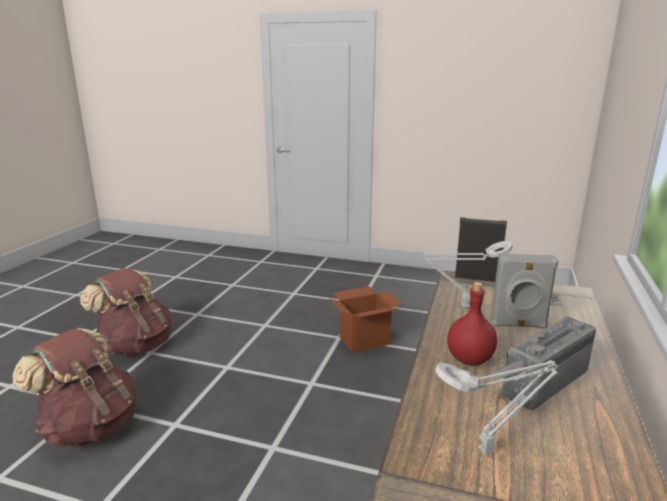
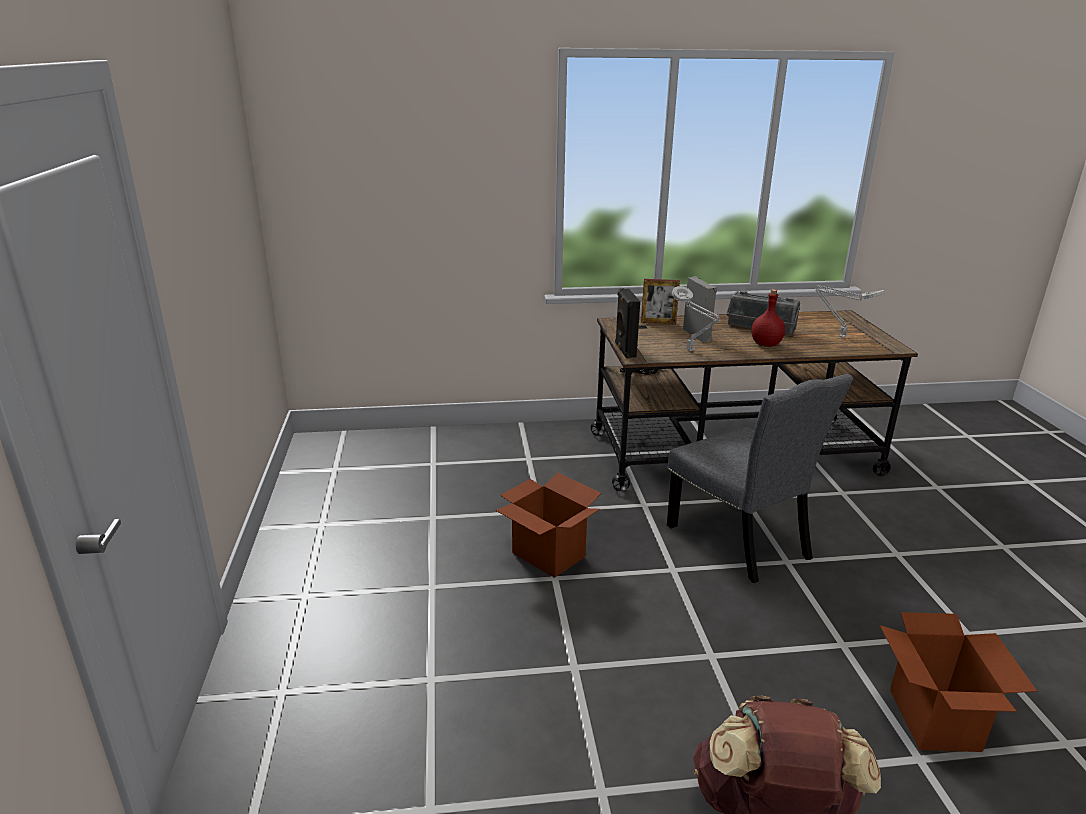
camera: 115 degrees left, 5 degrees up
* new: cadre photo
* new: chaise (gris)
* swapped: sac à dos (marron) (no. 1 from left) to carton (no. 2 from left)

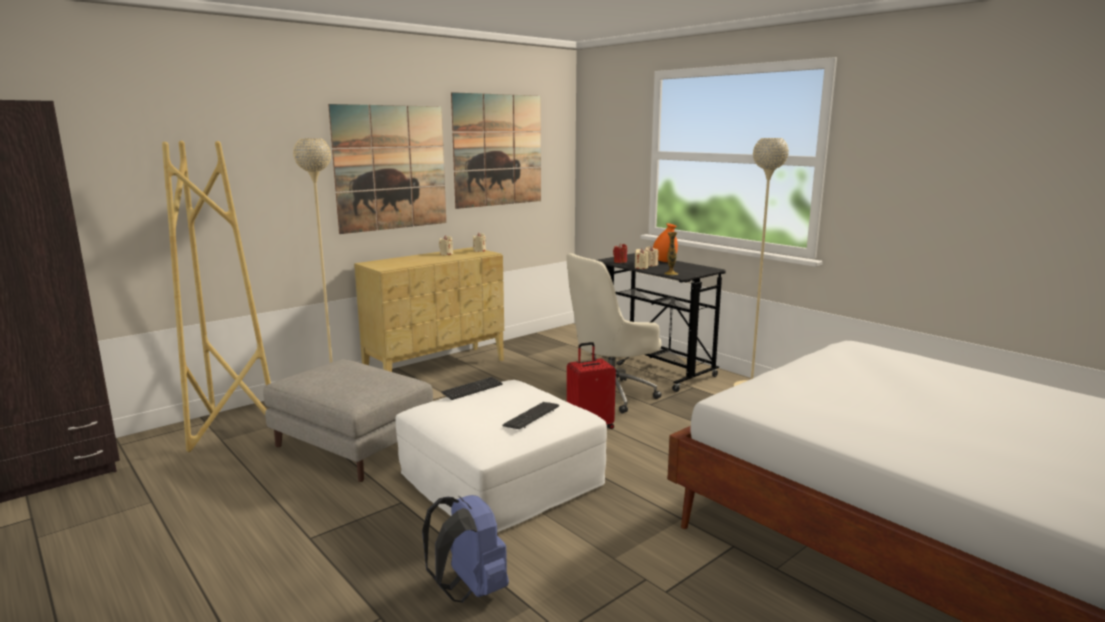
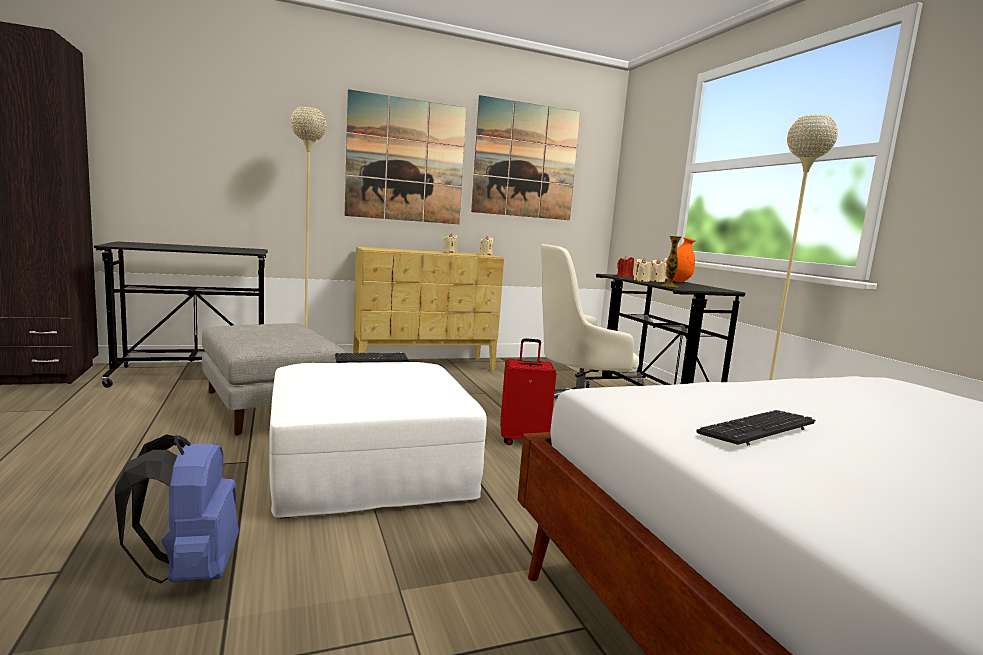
camera: 20 degrees right, 5 degrees down
* shifted: clavier (no. 2 from left)
* swapped: portant (jaune) to bureau (noir) (no. 1 from left)

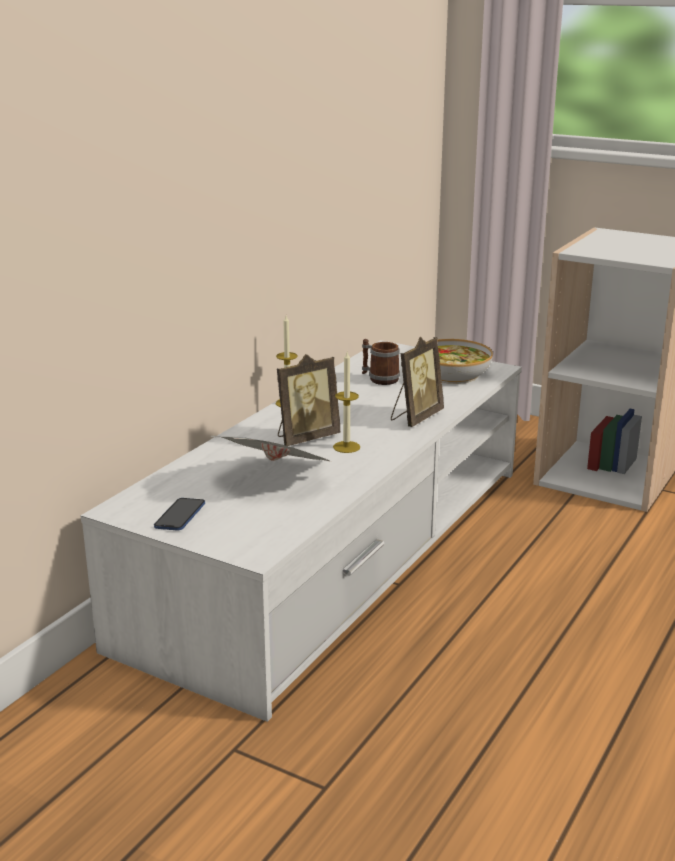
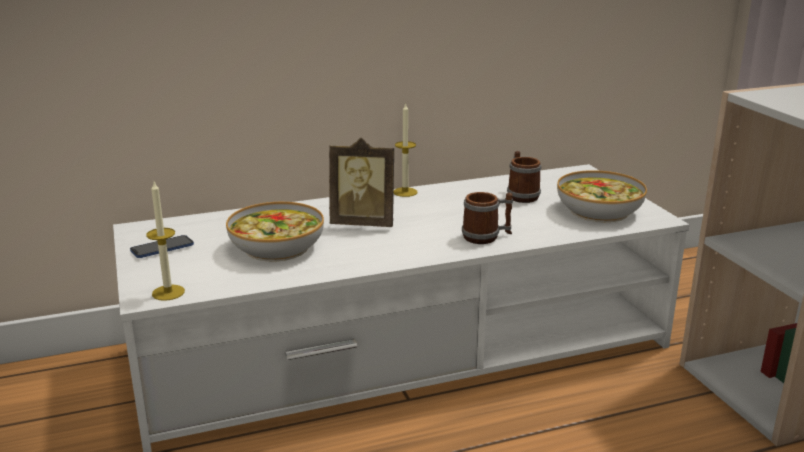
camera: 40 degrees right, 0 degrees up
* shifted: bougie (no. 2 from left in the first image) to bougie (no. 1 from left)
* swapped: journal to bol (no. 1 from left)
* swapped: cadre photo (no. 2 from left) to mug (no. 1 from left)

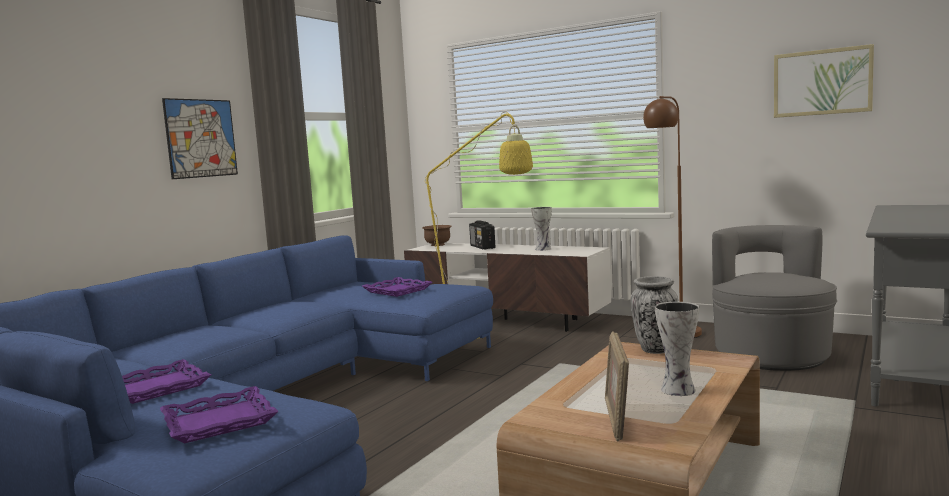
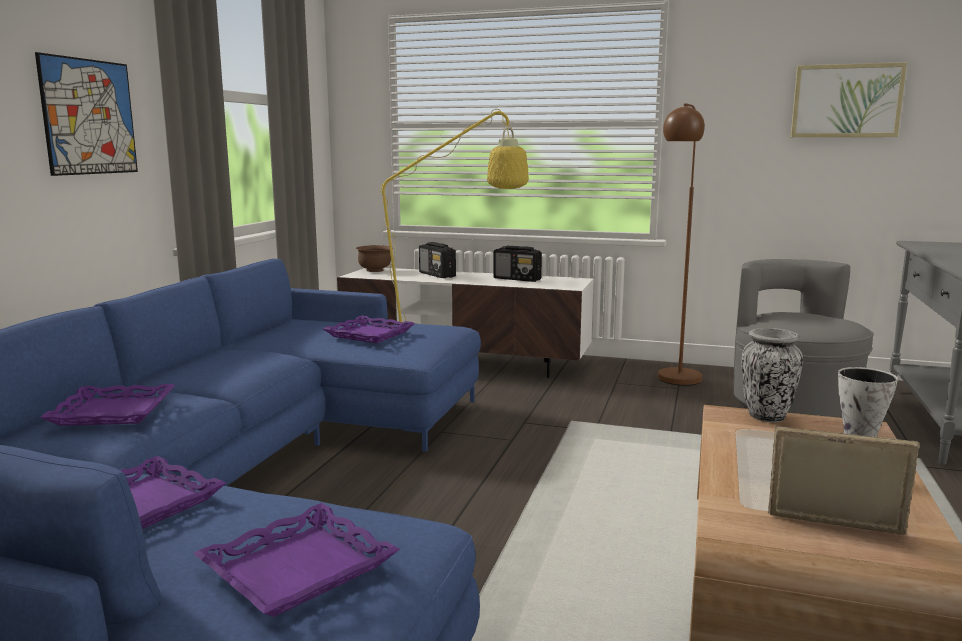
camera: 15 degrees left, 5 degrees up
* new: plateau (violet) (no. 1 from left)
* swapped: vase (no. 1 from left) to radio (no. 2 from left)
* rotated: cadre photo 120 degrees clockwise

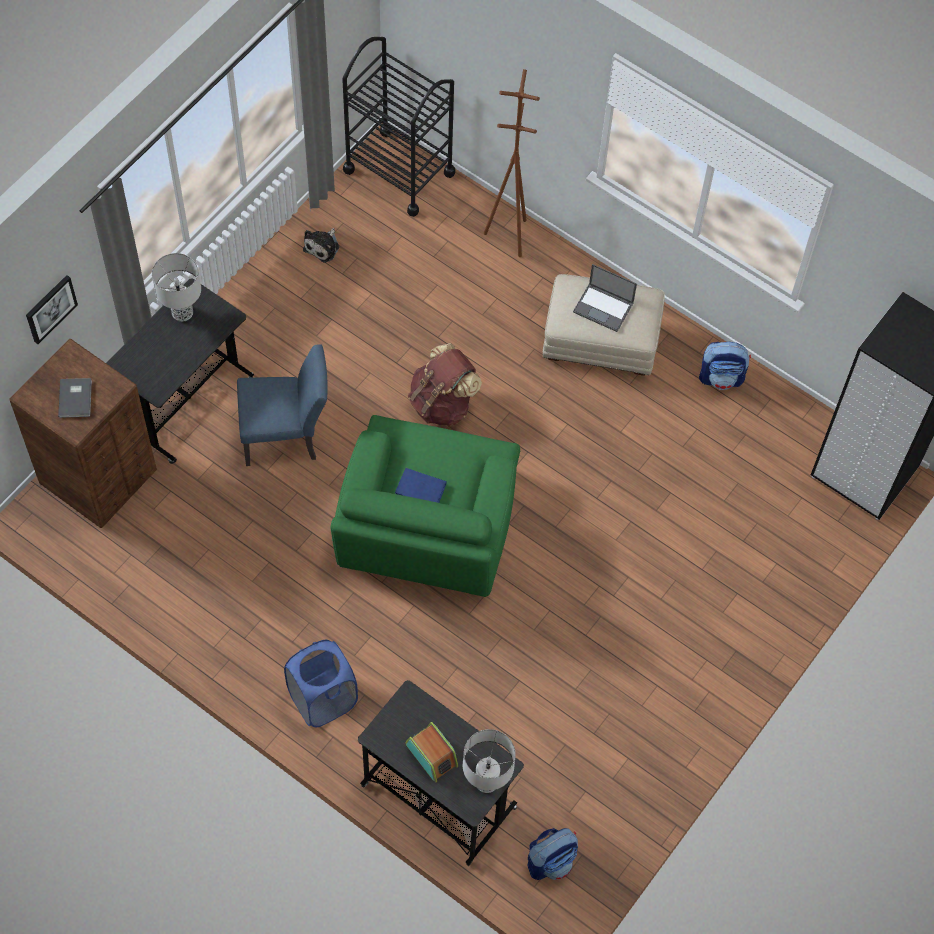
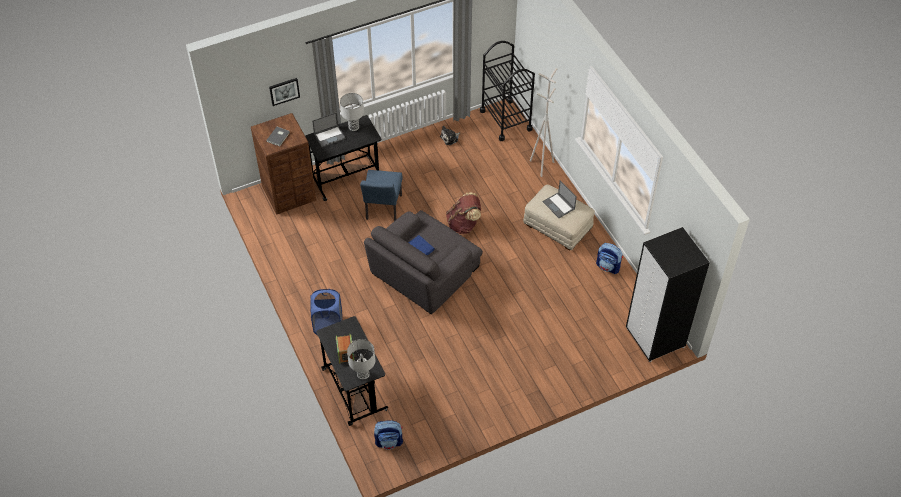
camera: 30 degrees right, 10 degrees down
* new: ordinateur portable (no. 1 from left)
* repainted: fauteuil (vert) to fauteuil (gris)
* repainted: portant (marron) to portant (gris)
* rotated: chaise (bleu) 75 degrees clockwise

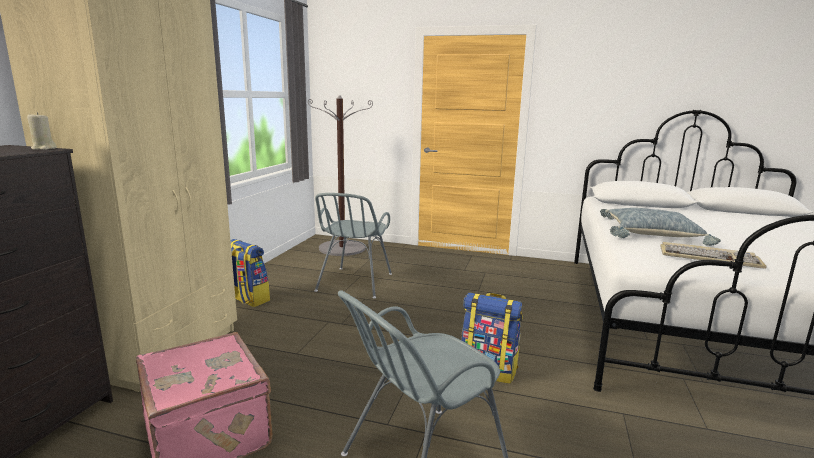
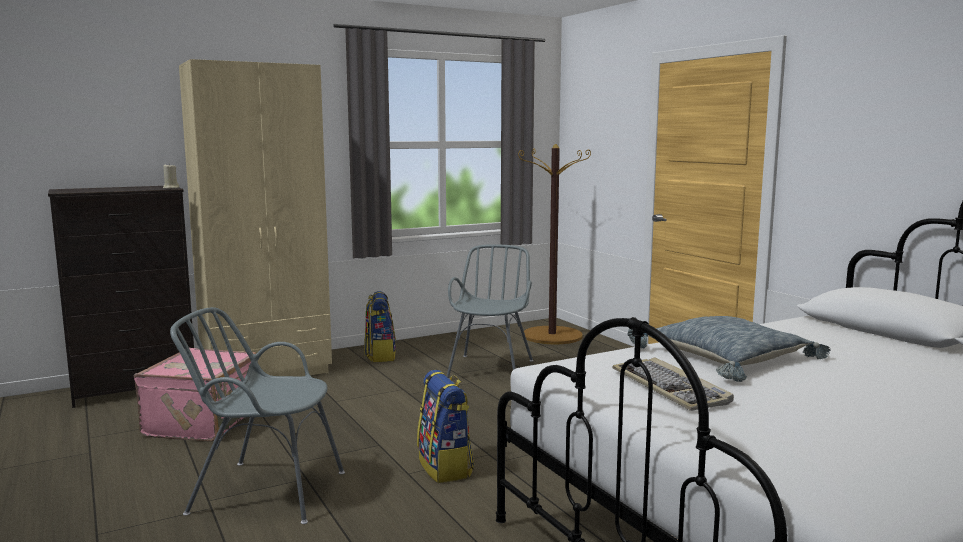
camera: 45 degrees right, 5 degrees down
* repainted: portant (gris) to portant (marron)
* rotated: chaise (gris) (no. 1 from left in the first image) 135 degrees clockwise

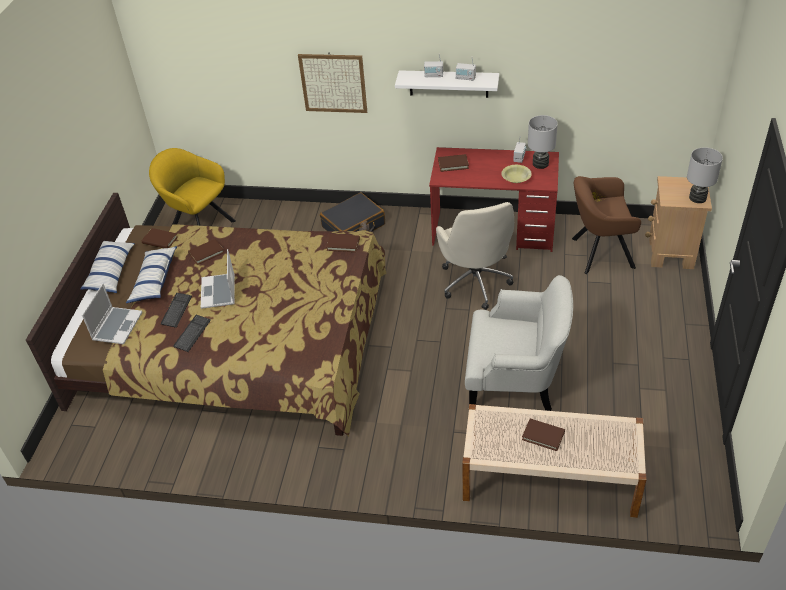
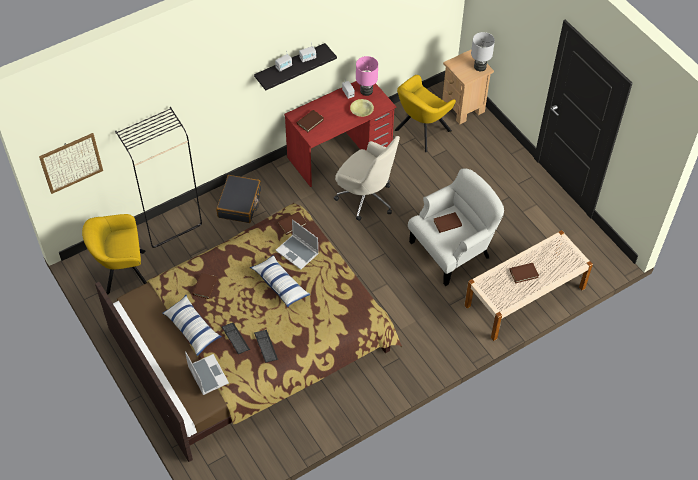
camera: 45 degrees left, 10 degrees up
* new: portant (noir)
* shifted: coussin (no. 1 from left in the first image) to coussin (no. 2 from left)
* shifted: livre (marron) (no. 1 from left in the first image) to livre (marron) (no. 4 from left)
* shifted: ordinateur portable (no. 2 from left)
* shifted: tableau
* repainted: étagère (blanc) to étagère (noir)
* repainted: lampe de table (gris) (no. 1 from left) to lampe de table (rose)
* repainted: fauteuil (marron) to fauteuil (jaune) (no. 2 from left)

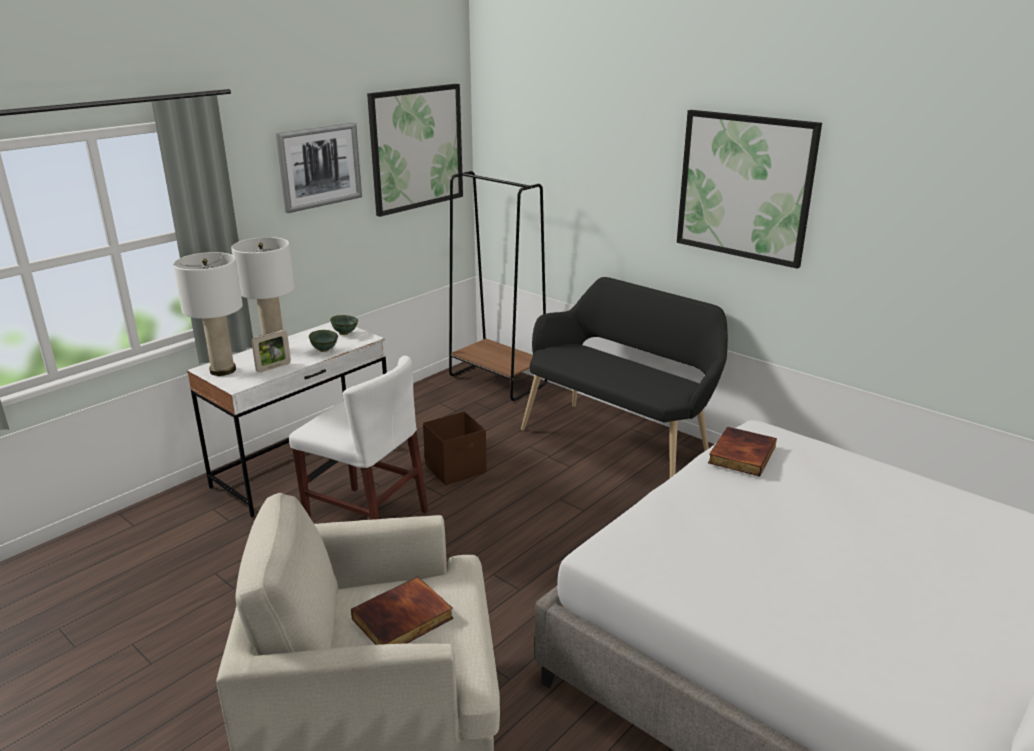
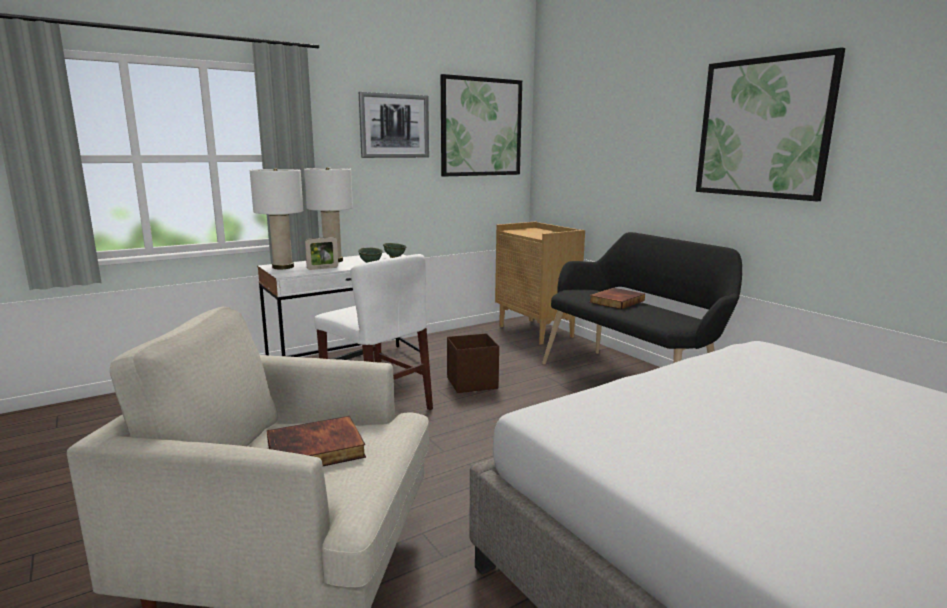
camera: 15 degrees right, 10 degrees down
* shifted: livre (no. 2 from left)
* swapped: portant to meuble de rangement (marron)

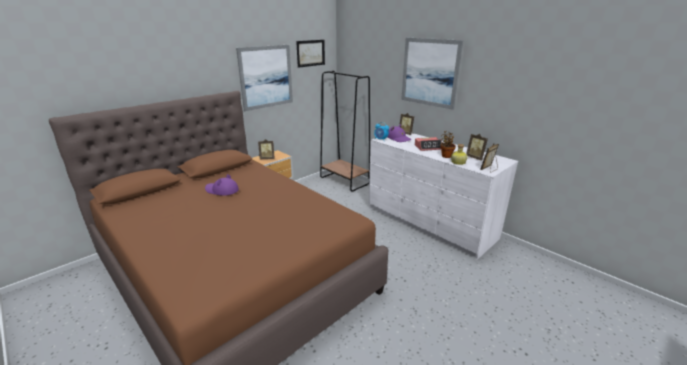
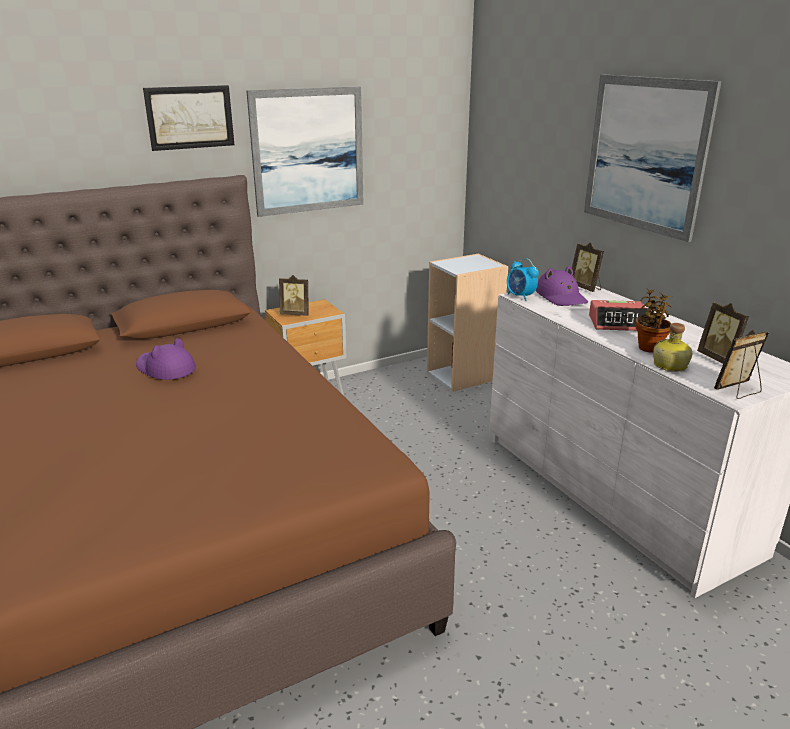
camera: 15 degrees right, 0 degrees up
* shifted: tableau (no. 2 from left in the first image) to tableau (no. 1 from left)
* swapped: portant to bibliothèque

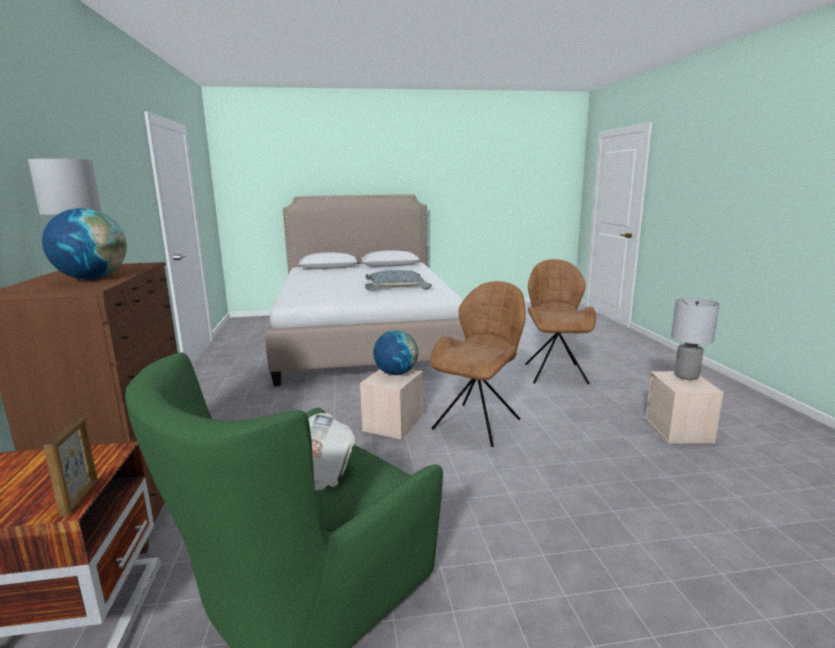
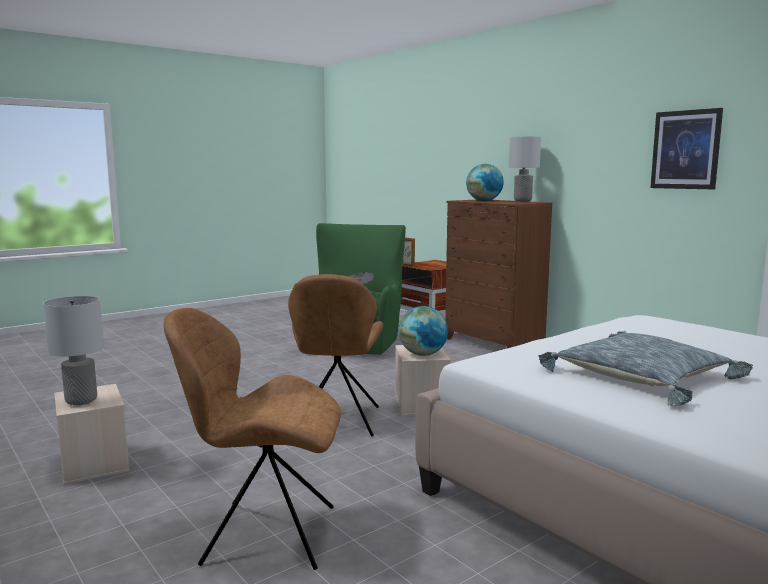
camera: 150 degrees right, 5 degrees down
* new: tableau
* rotated: chaise (marron) (no. 2 from left in the first image) 120 degrees clockwise

